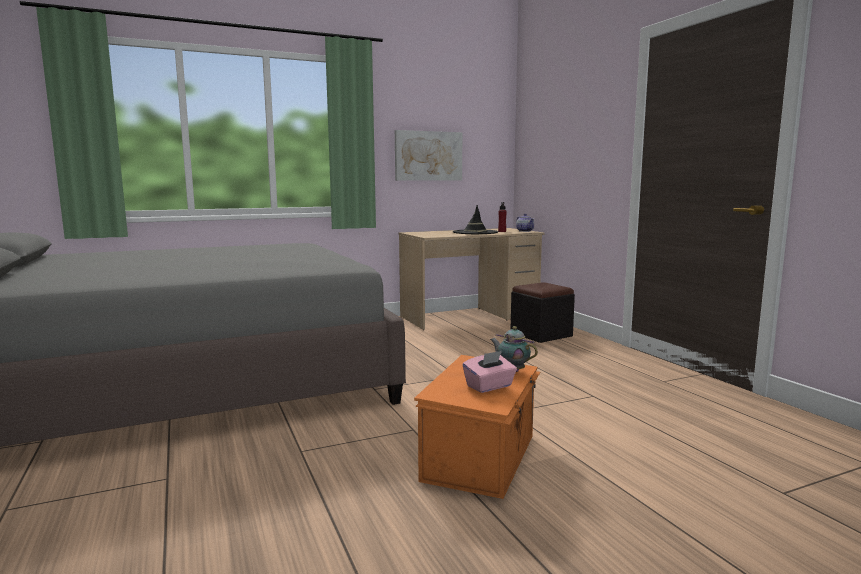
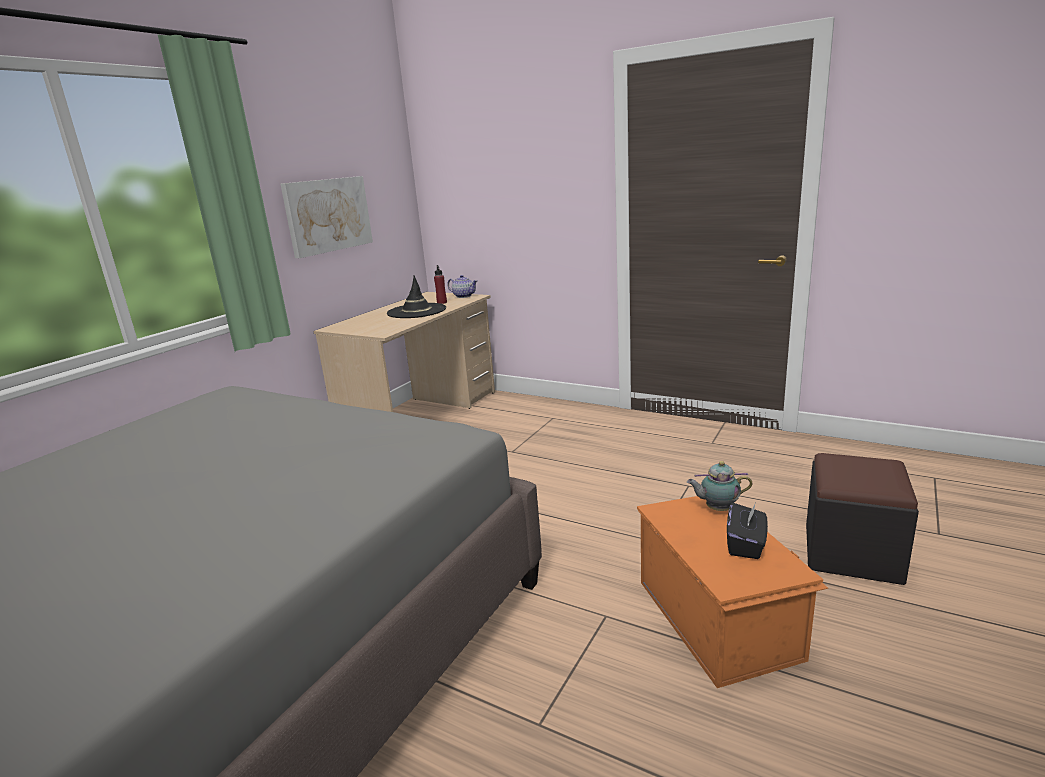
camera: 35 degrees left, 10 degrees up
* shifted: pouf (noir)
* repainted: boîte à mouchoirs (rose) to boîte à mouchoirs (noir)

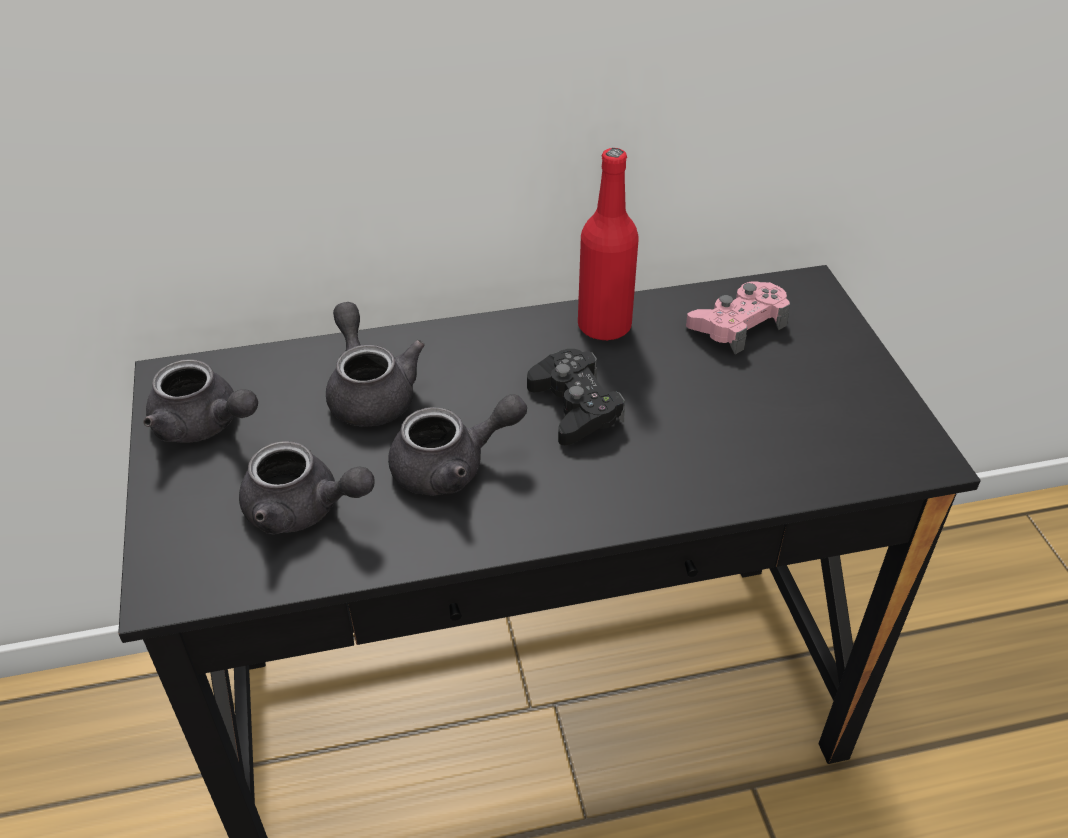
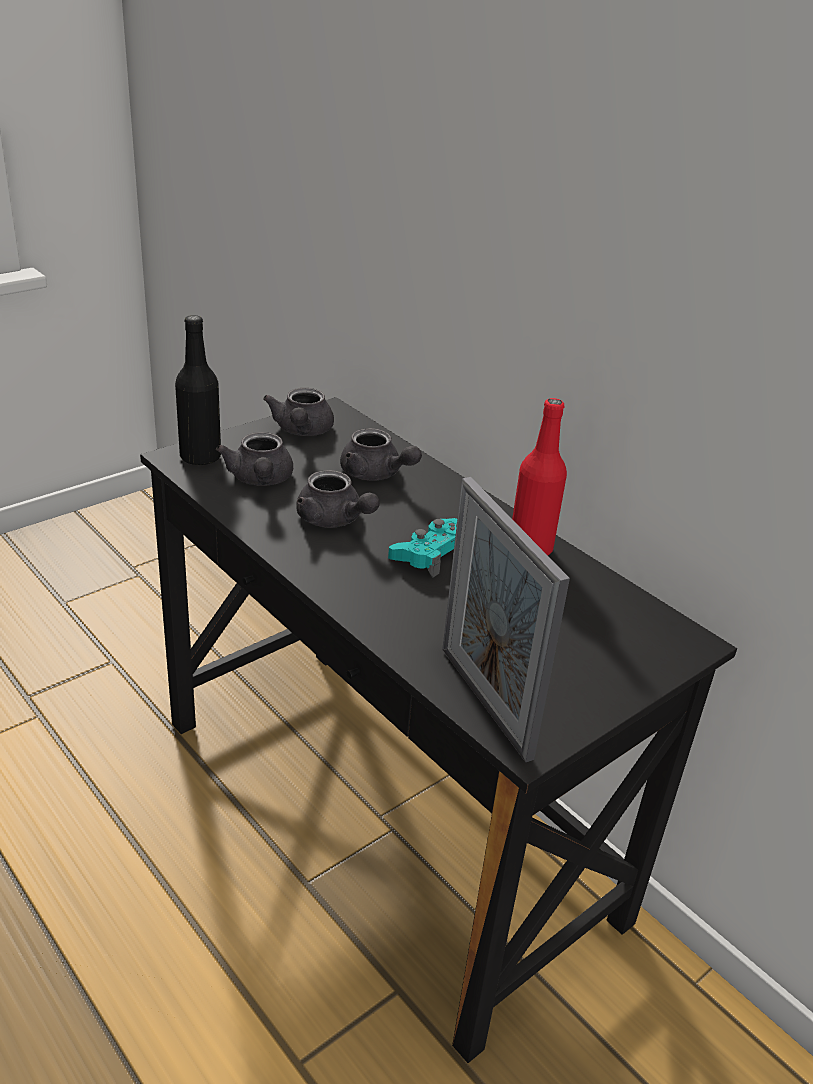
camera: 60 degrees right, 10 degrees down
* gone: manette (rose)
* new: bouteille (noir)
* new: cadre photo
* repainted: manette (noir) to manette (turquoise)
* rotated: théière (gris) (no. 3 from left in the first image) 90 degrees clockwise

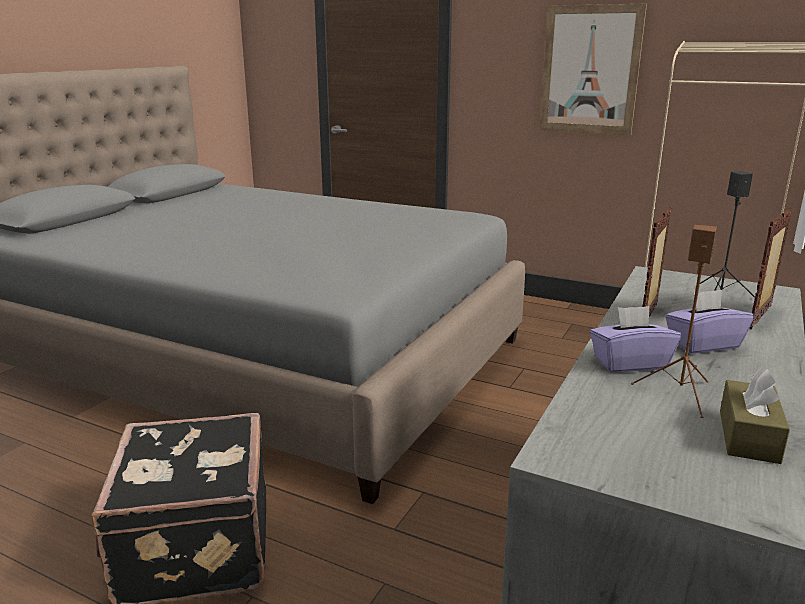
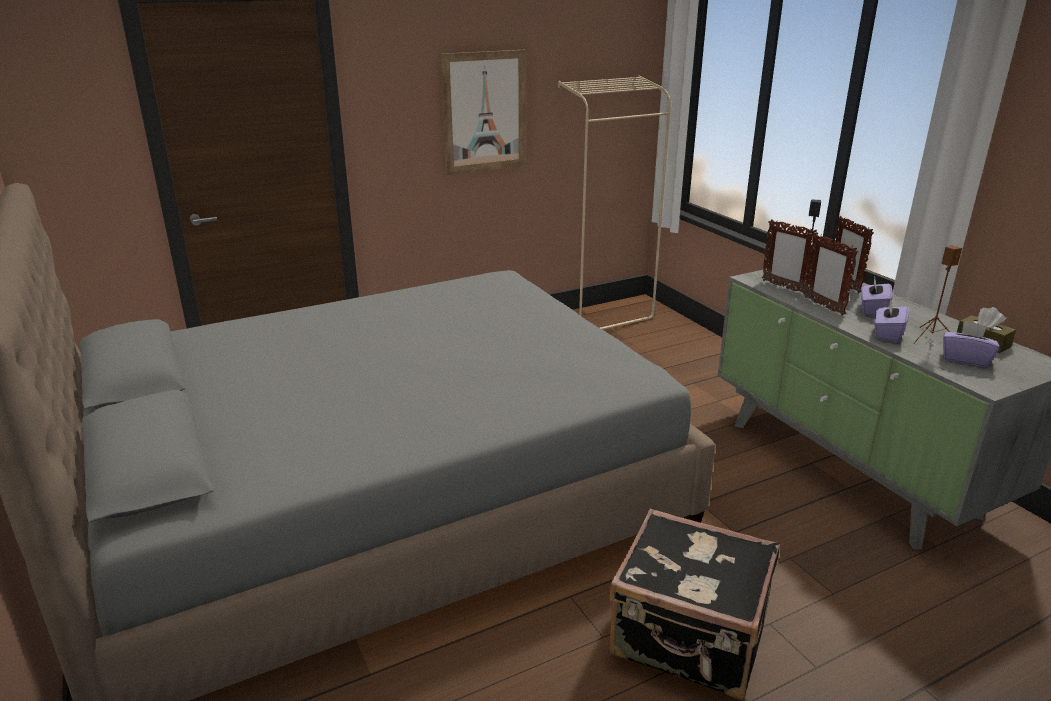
camera: 55 degrees left, 5 degrees up
* new: cadre photo (no. 1 from left)
* new: boîte à mouchoirs (violet) (no. 3 from left)

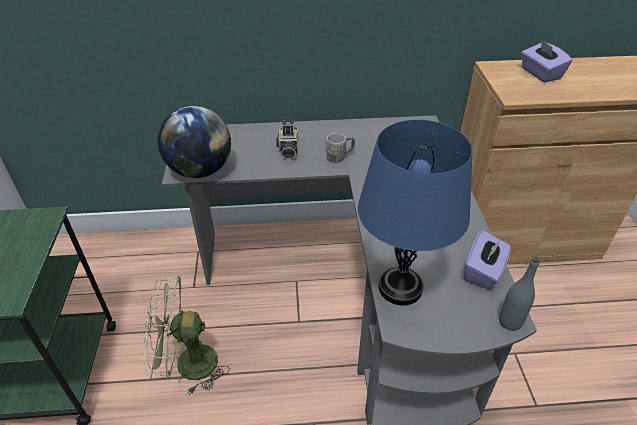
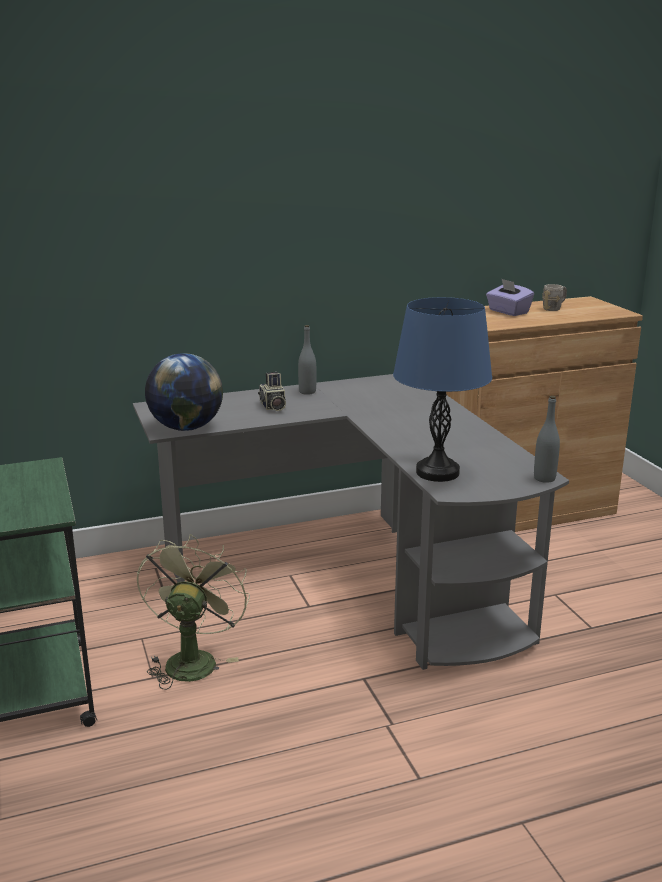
camera: 15 degrees left, 20 degrees down
* gone: boîte à mouchoirs (violet) (no. 1 from left)
* new: bouteille (gris) (no. 1 from left)
* shifted: mug (gris)
* rotated: ventilateur (vert) 120 degrees clockwise

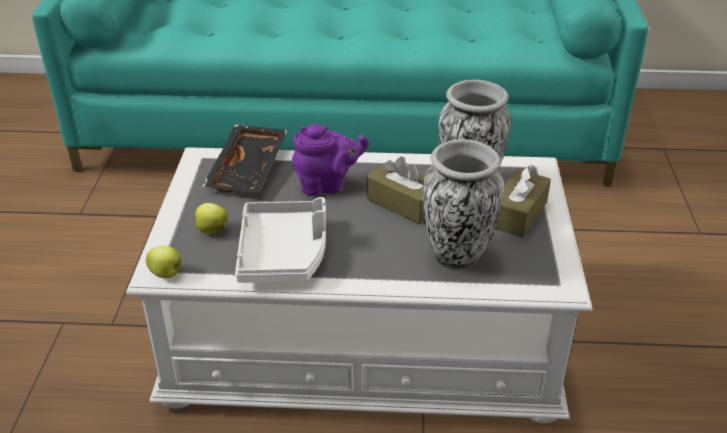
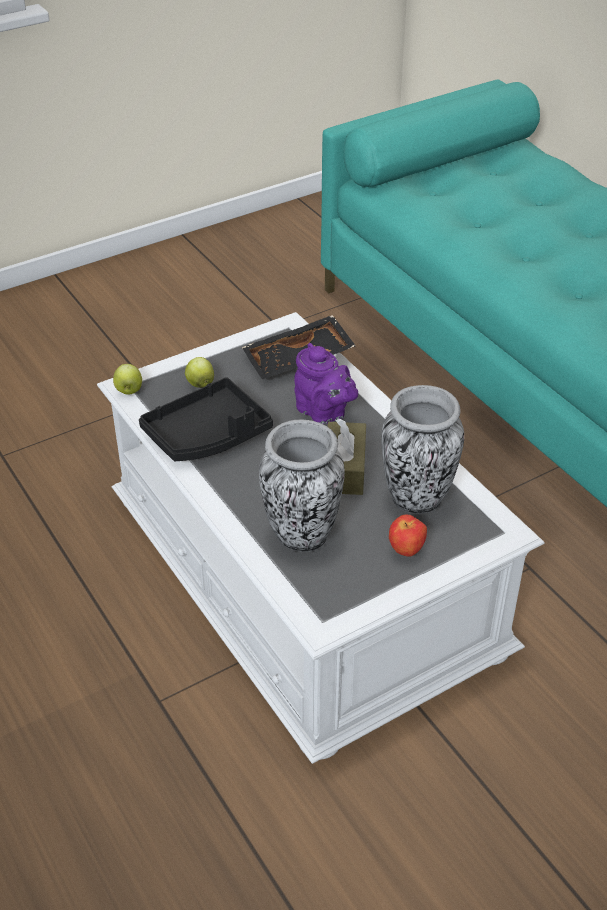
camera: 55 degrees right, 5 degrees up
* swapped: boîte à mouchoirs (marron) (no. 2 from left) to pomme (no. 3 from left)
* repainted: plateau (blanc) to plateau (noir) (no. 1 from left)

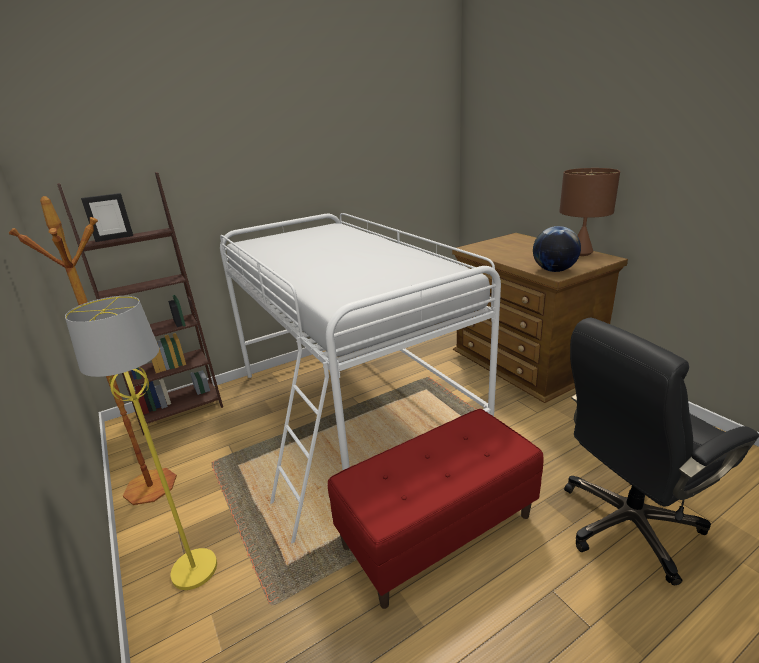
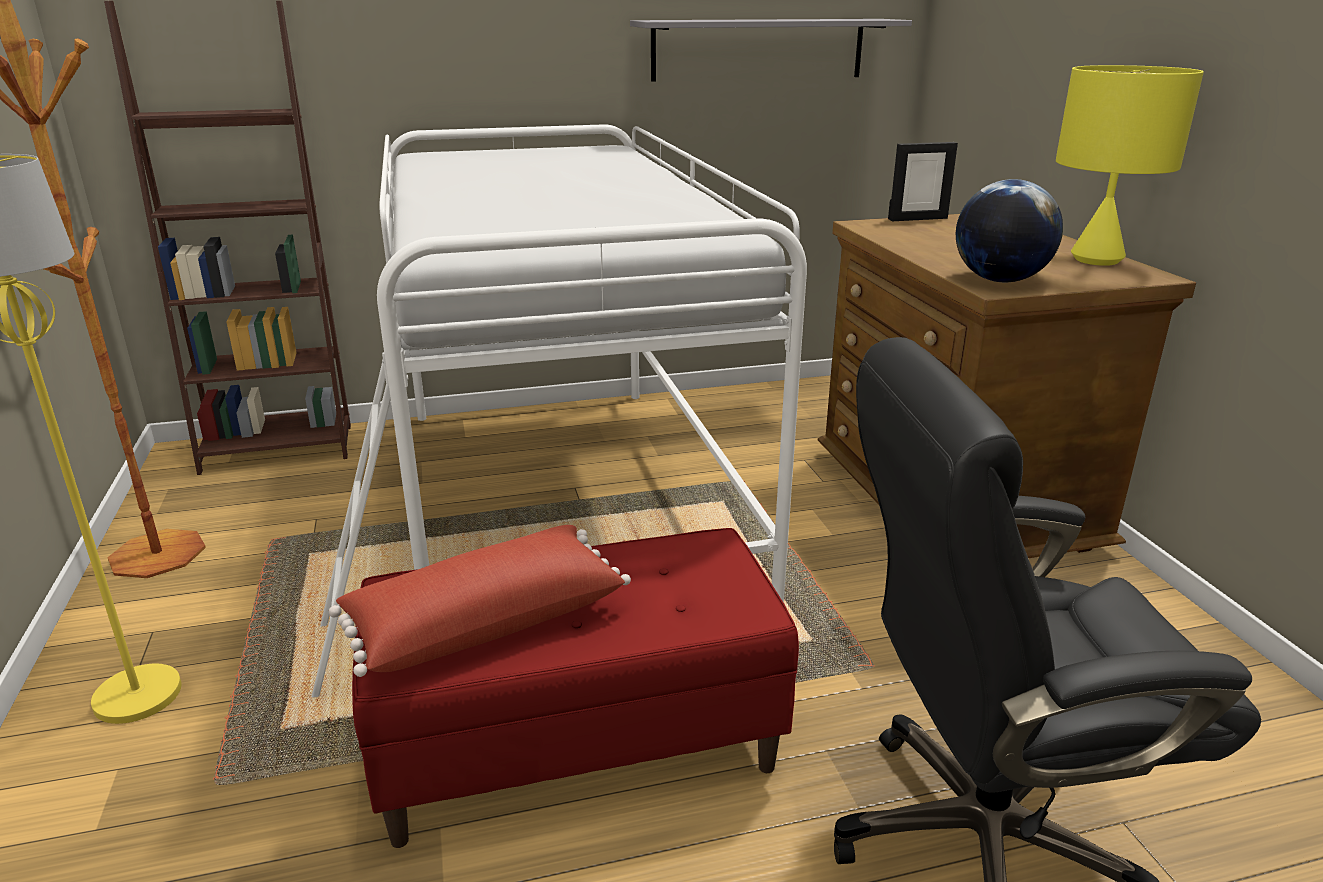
camera: 15 degrees right, 0 degrees up
* new: coussin (rouge)
* new: étagère (gris)
* shifted: cadre photo
* repainted: lampe de table (marron) to lampe de table (jaune)

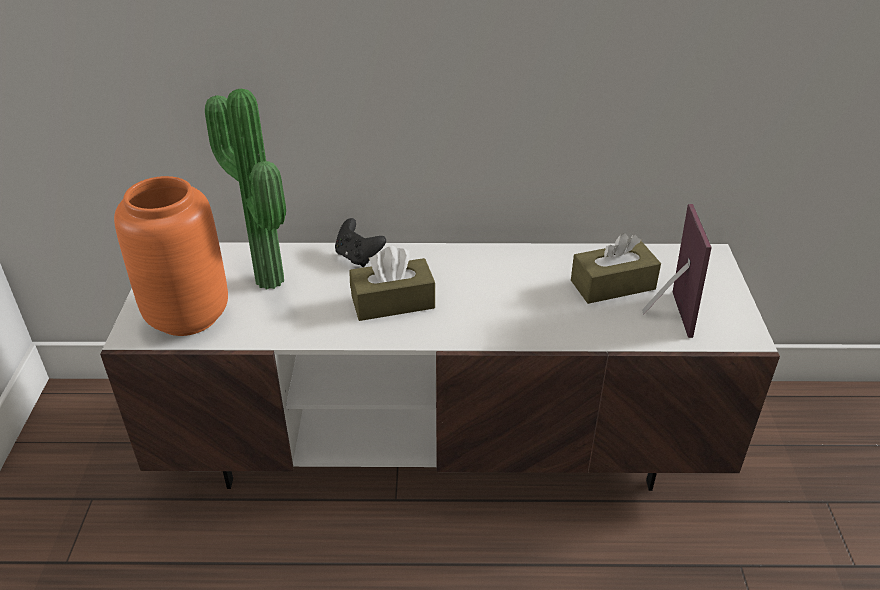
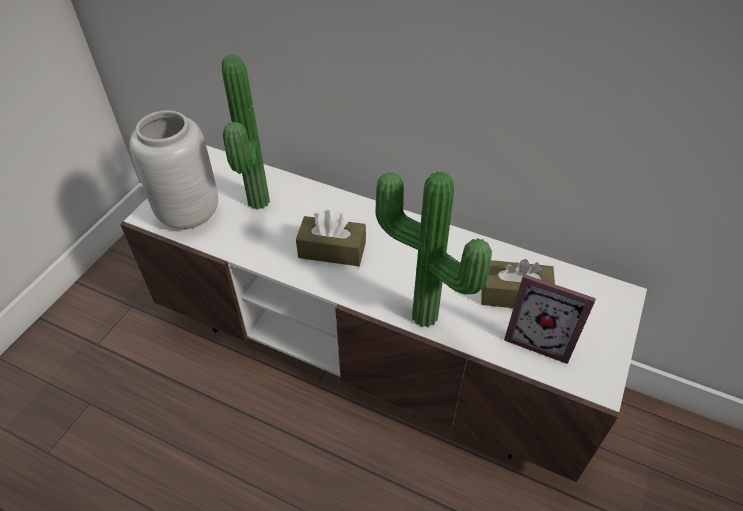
camera: 25 degrees right, 10 degrees up
* gone: manette (noir)
* new: plante en pot (no. 2 from left)
* repainted: vase (orange) to vase (gris)
* rotated: cadre photo 90 degrees clockwise

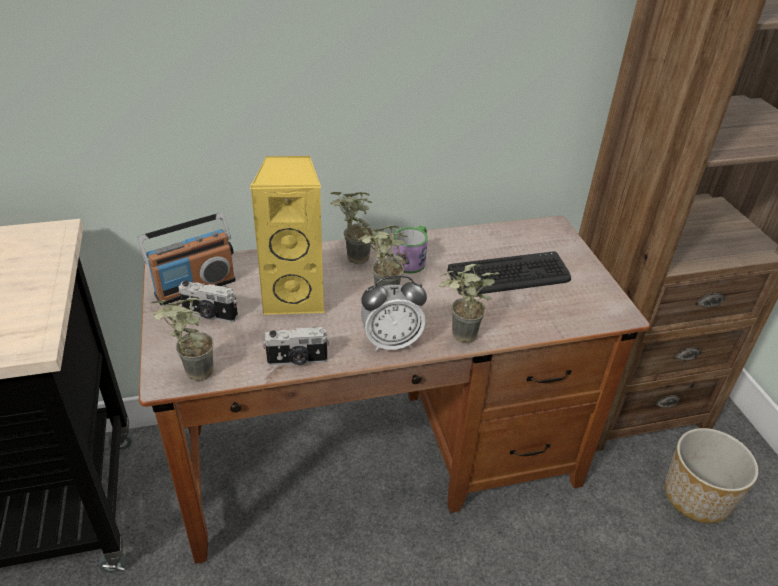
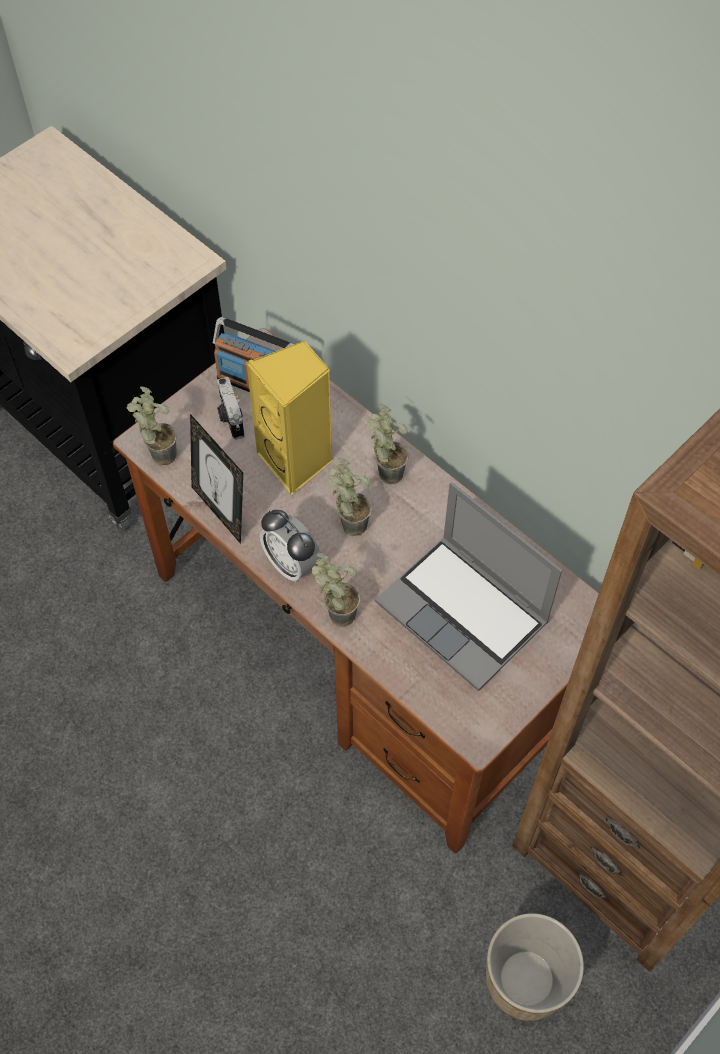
camera: 60 degrees right, 20 degrees up
* gone: mug
* swapped: appareil photo (no. 2 from left) to cadre photo
* swapped: clavier to ordinateur portable

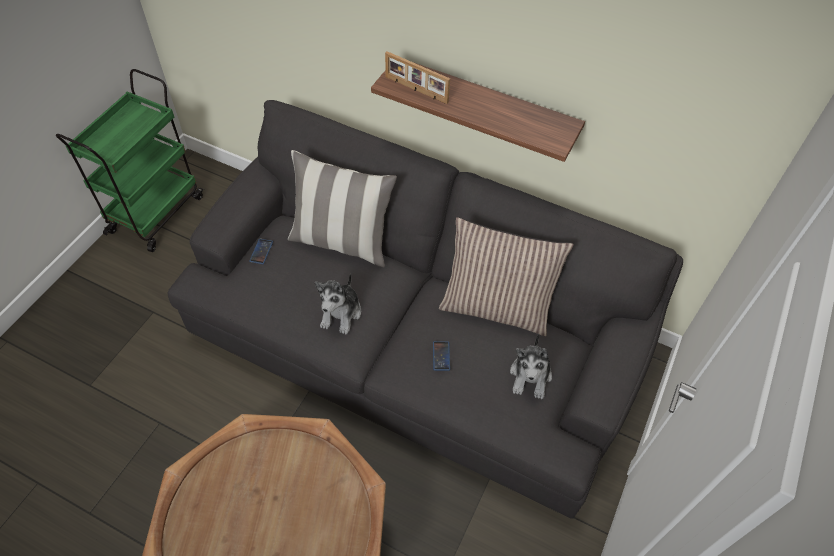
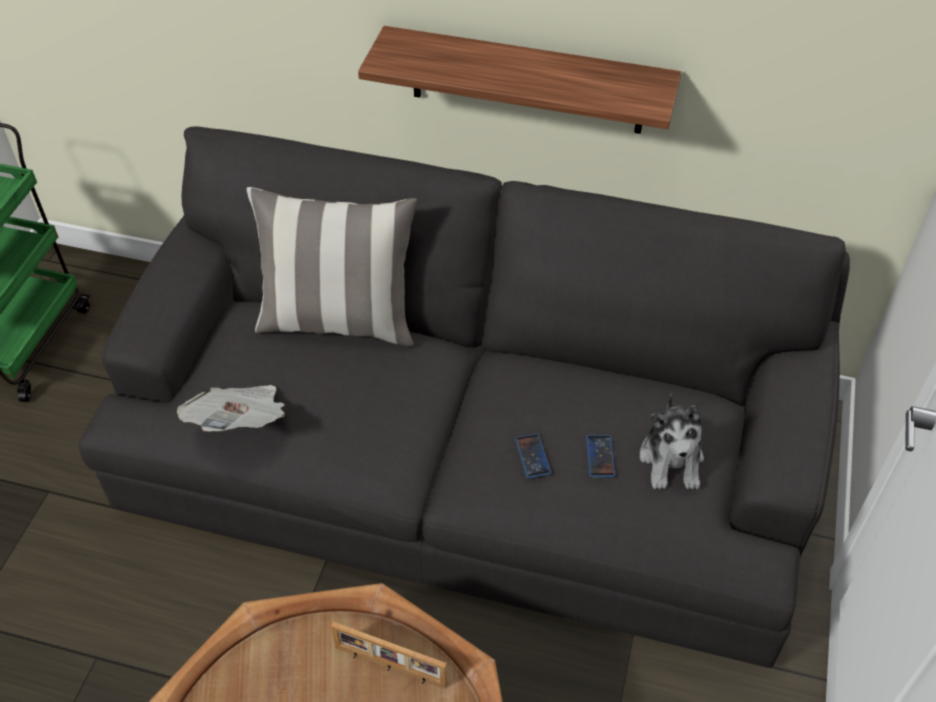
camera: 10 degrees left, 5 degrees down
* gone: peluche (no. 1 from left)
* gone: coussin (no. 2 from left)
* new: journal
* shifted: téléphone (no. 1 from left in the first image) to téléphone (no. 2 from left)
* shifted: cadre photo

